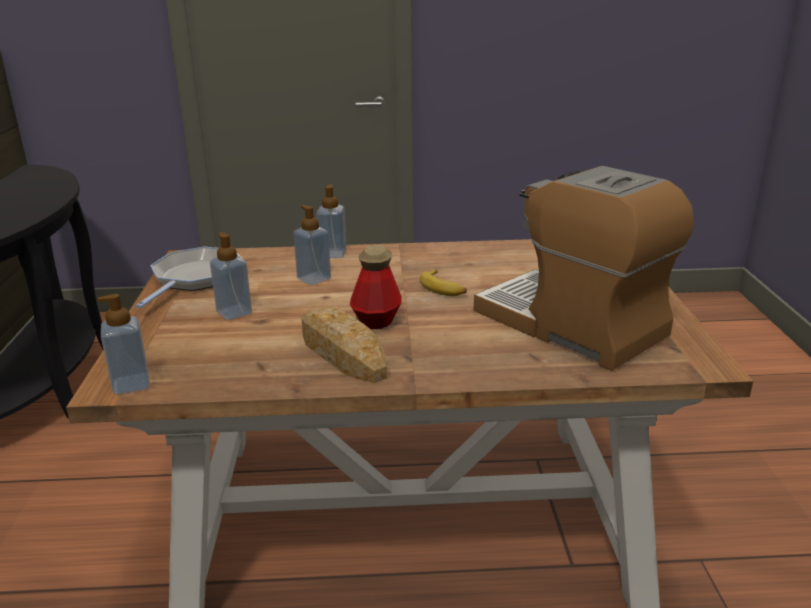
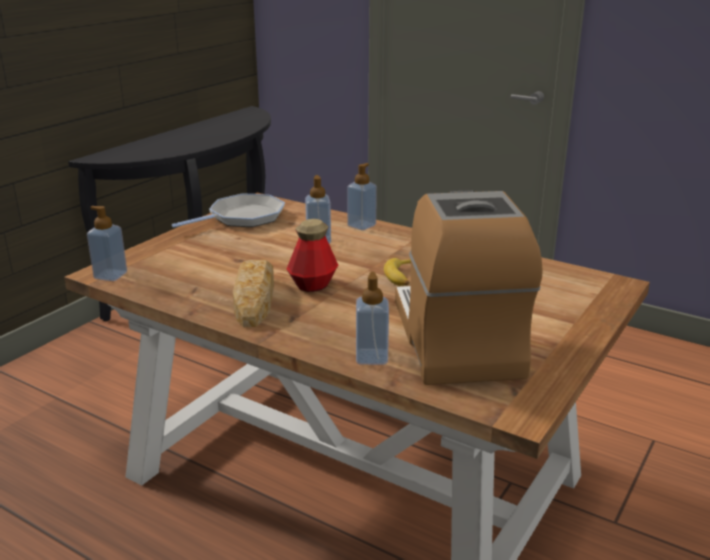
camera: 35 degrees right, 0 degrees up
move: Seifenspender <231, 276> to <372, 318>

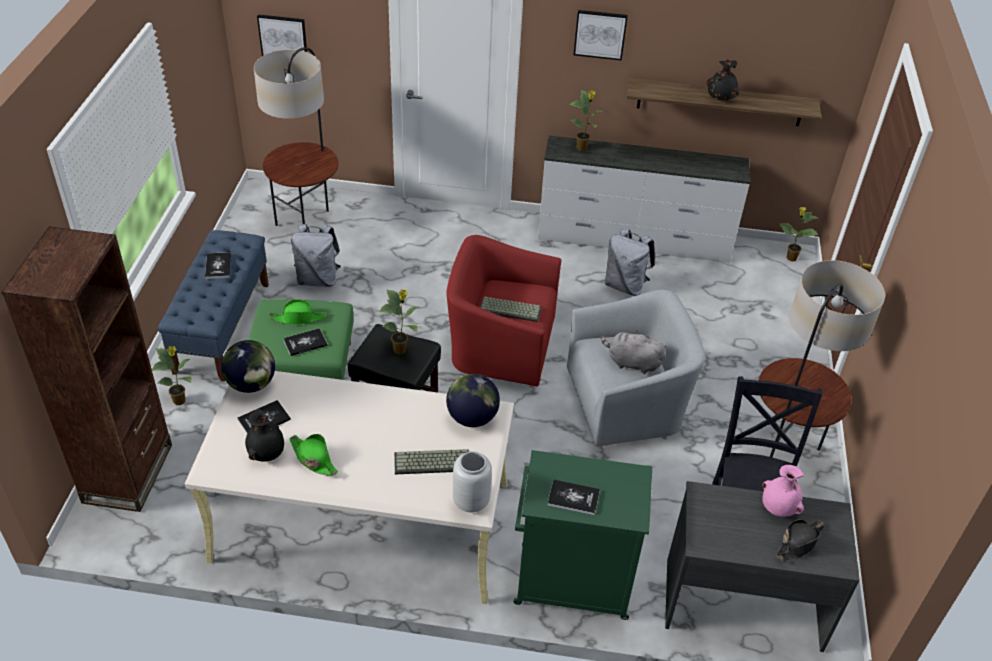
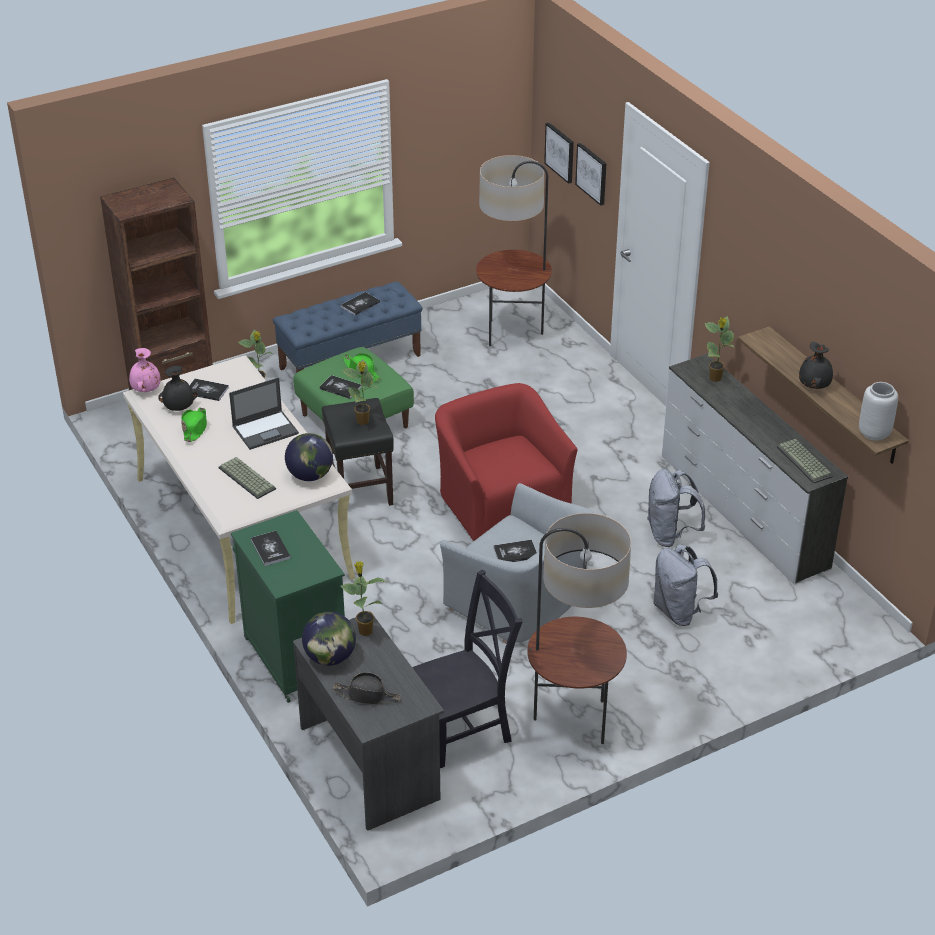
camera: 55 degrees right, 5 degrees down
insert: Laptop <264, 413>
move: Globus <248, 366> to <329, 639>; Rucksack [grau] <316, 255> to <686, 585>; Vase [grau] <472, 481> to <878, 411>; Tastatur <511, 309> to <805, 461>; Bild <601, 35> to <590, 174>; Vase [rosa] <783, 491> to <144, 370>; Topfpflanze <799, 234> to <363, 598>
replace: Plüschtier [grau] <634, 352> to Buch <515, 551>

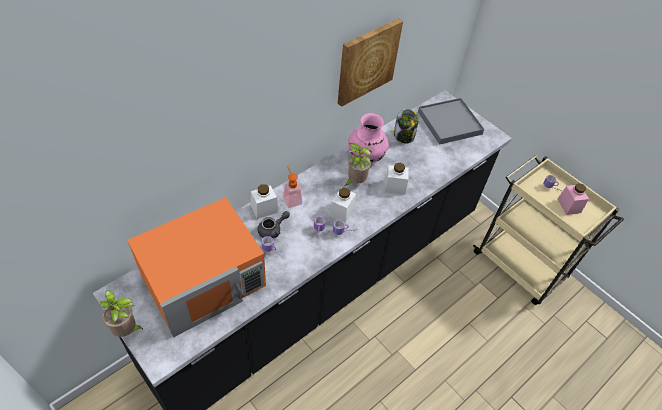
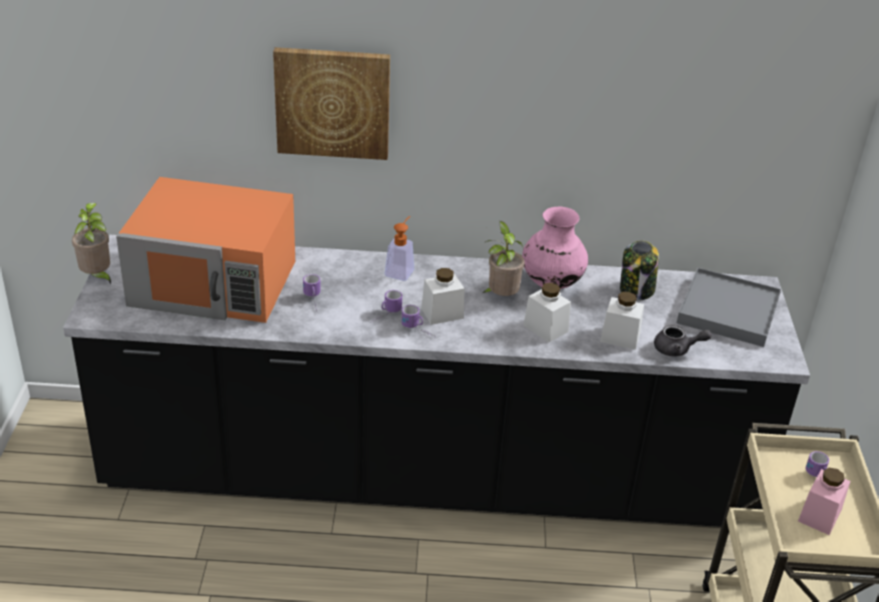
camera: 45 degrees right, 15 degrees down
move: Vorratsglas [weiß] <264, 201> to <622, 321>; Teekanne [grau] <274, 224> to <683, 340>; Bild <370, 62> to <331, 103>

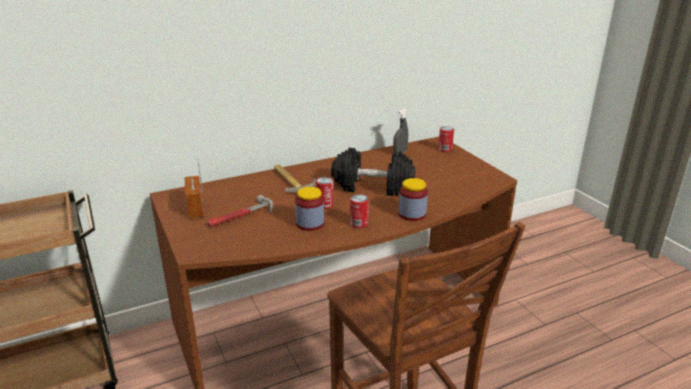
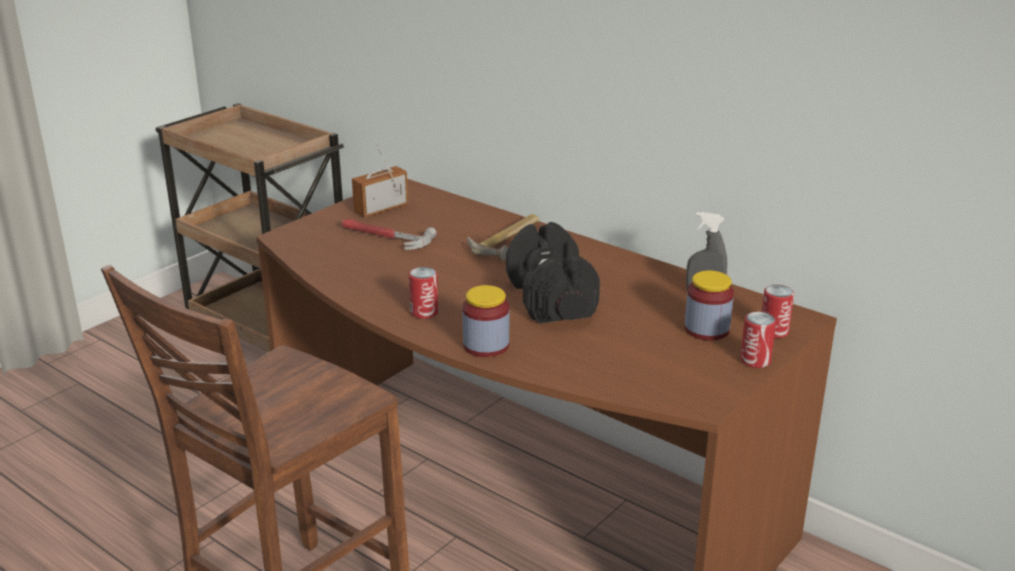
camera: 65 degrees right, 0 degrees up
move: Vorratsglas <309, 209> to <709, 305>; Dose <325, 193> to <758, 340>

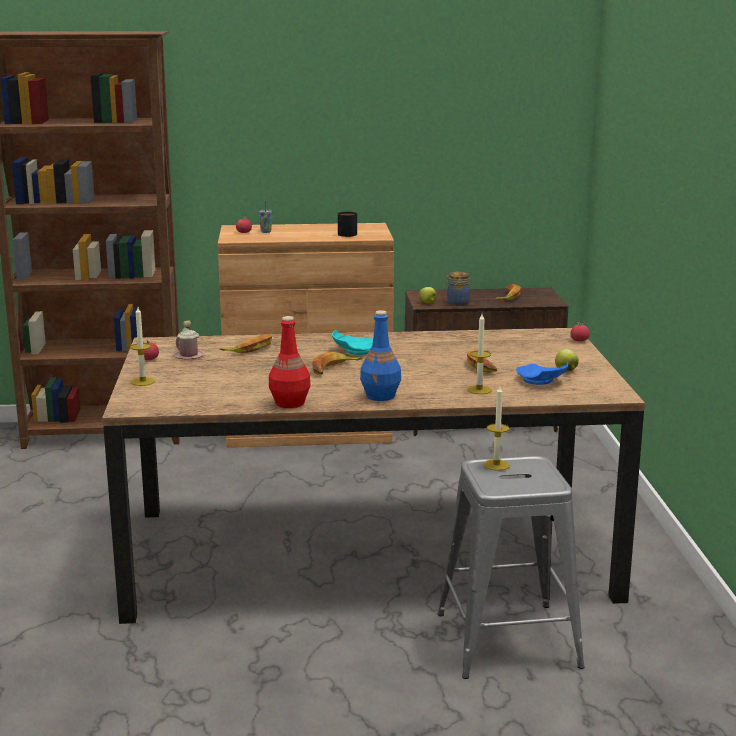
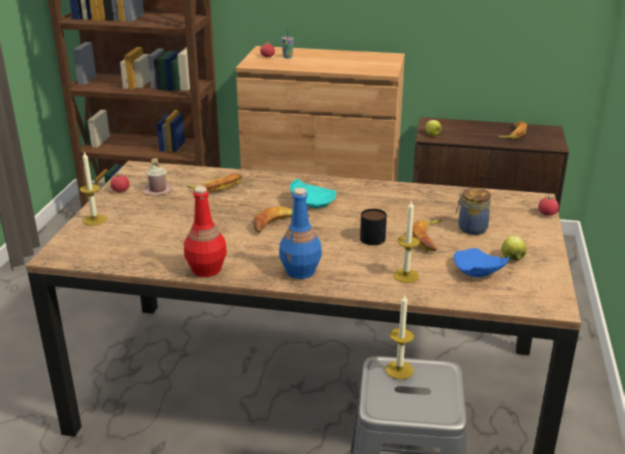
camera: 15 degrees right, 10 degrees up
move: Henkelbecher <347, 224> to <373, 227>; Vorratsglas <457, 289> to <473, 211>

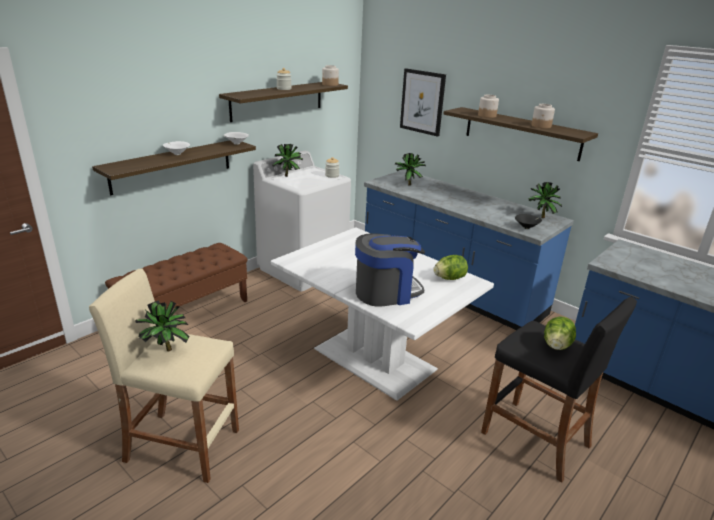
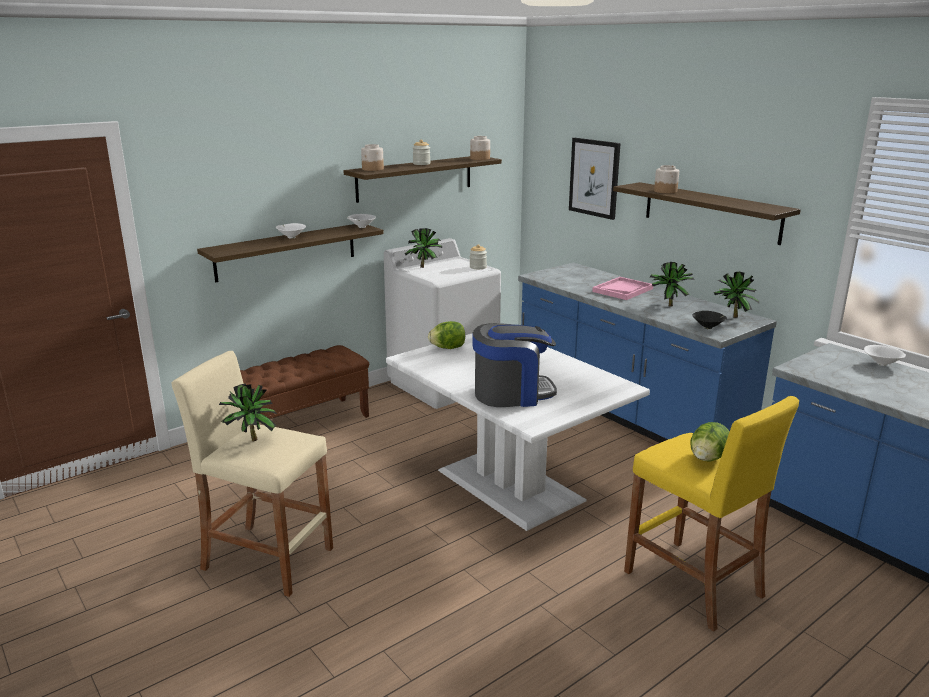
camera: 10 degrees right, 5 degrees down
insert: Tablett [rosa] <622, 288>; Schüssel [weiß] <885, 355>
move: Topfpflanze <410, 169> to <672, 284>; Salatkopf <450, 267> to <446, 335>; Vorratsglas <543, 116> to <372, 157>
recolor: Hocker [schwarz] <559, 390> to Hocker [gelb] <711, 514>

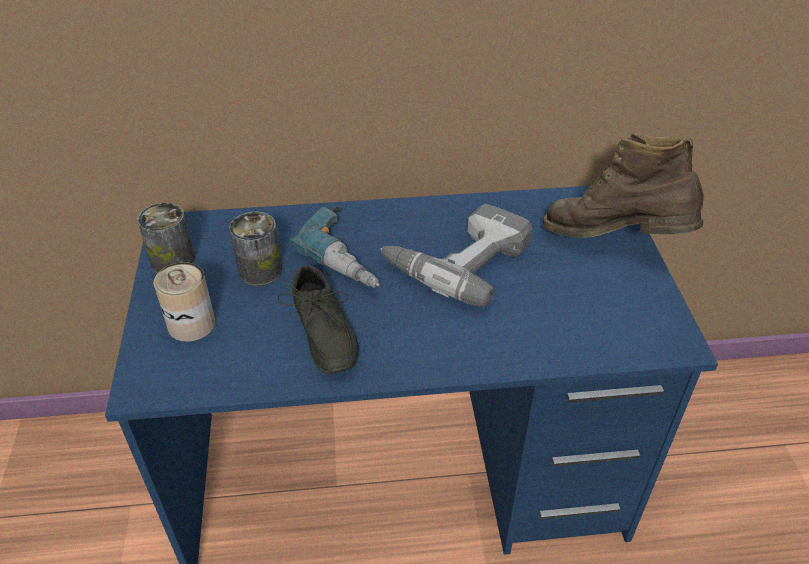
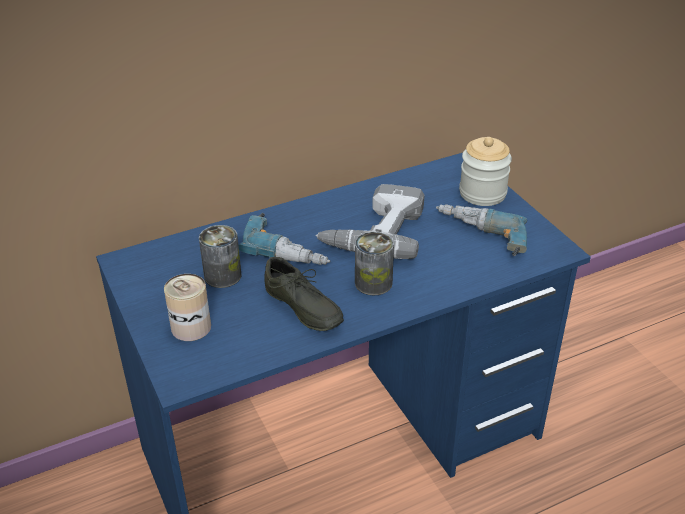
camera: 20 degrees left, 5 degrees down
insert: Bohrmaschine <481, 230>
move: Dose <166, 238> to <374, 264>
replace: Stiefel [braun] <623, 185> to Vorratsglas <485, 171>

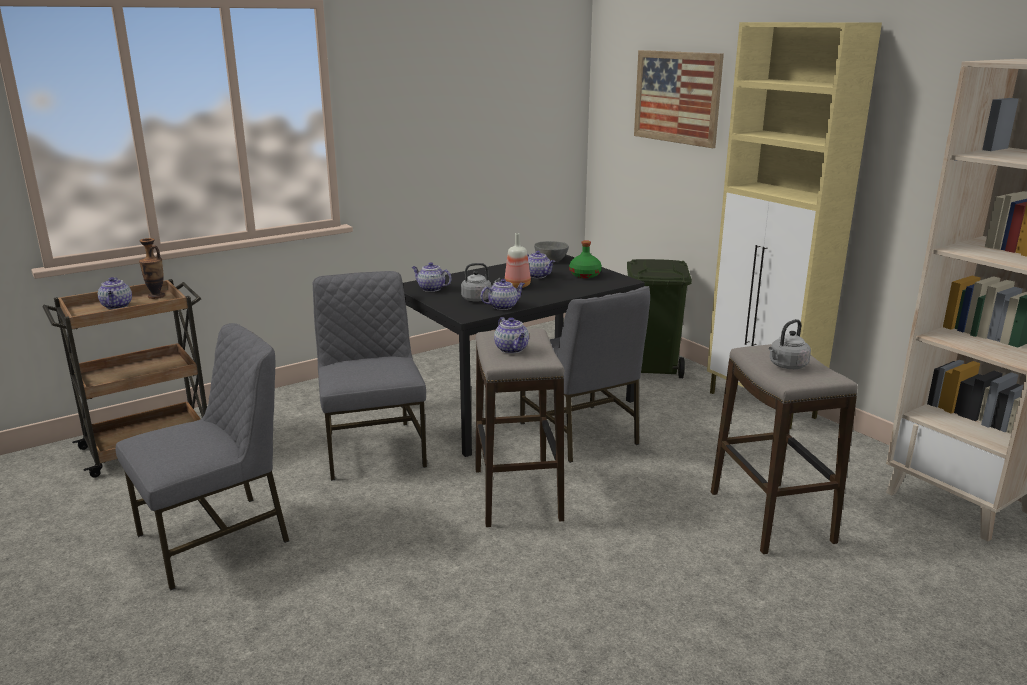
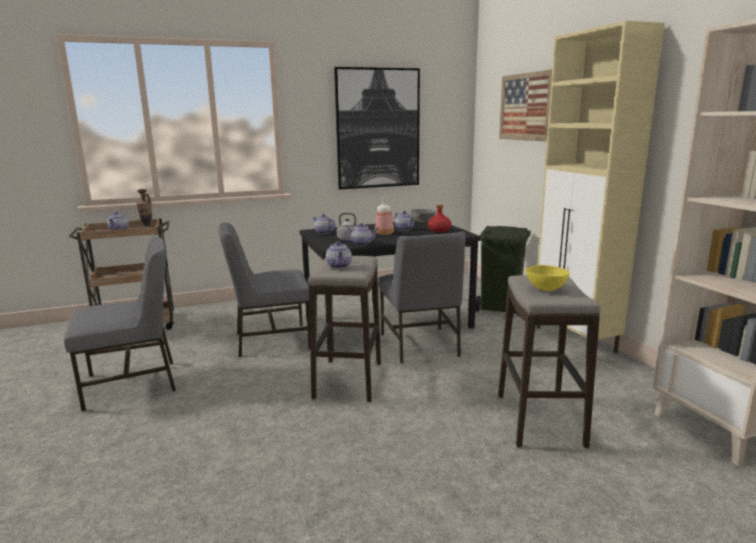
camera: 15 degrees right, 5 degrees down
insert: Bild <377, 128>
replace: Wasserkessel [grau] <790, 344> to Schüssel [gelb] <547, 278>
recolor: Flasche [grün] <585, 259> to Flasche [rot] <439, 218>
rotate: Stuhl [grau] <370, 376> = <264, 289> 105 degrees counterclockwise

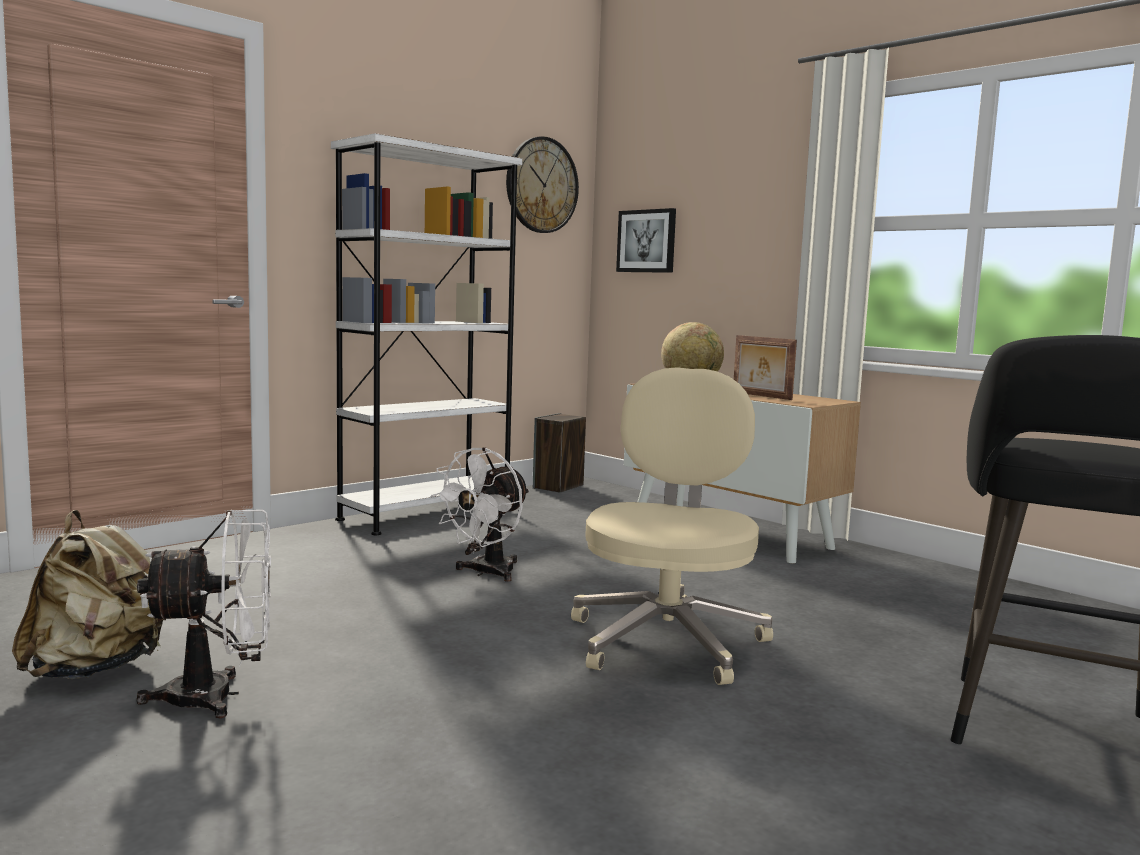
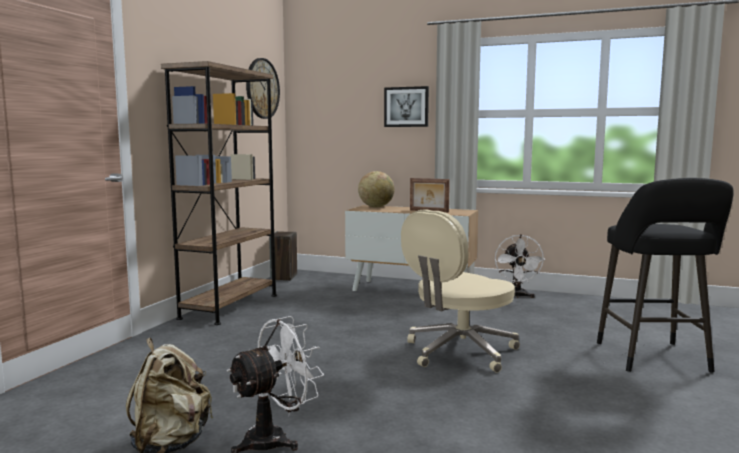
camera: 25 degrees left, 0 degrees up
move: Ventilator [weiß] <480, 514> to <520, 266>; Bild <646, 240> to <406, 106>
recolor: Bücherregal [weiß] <426, 334> to Bücherregal [braun] <219, 193>
rotate: Bürostuhl [beige] <672, 526> = <460, 291> 120 degrees counterclockwise

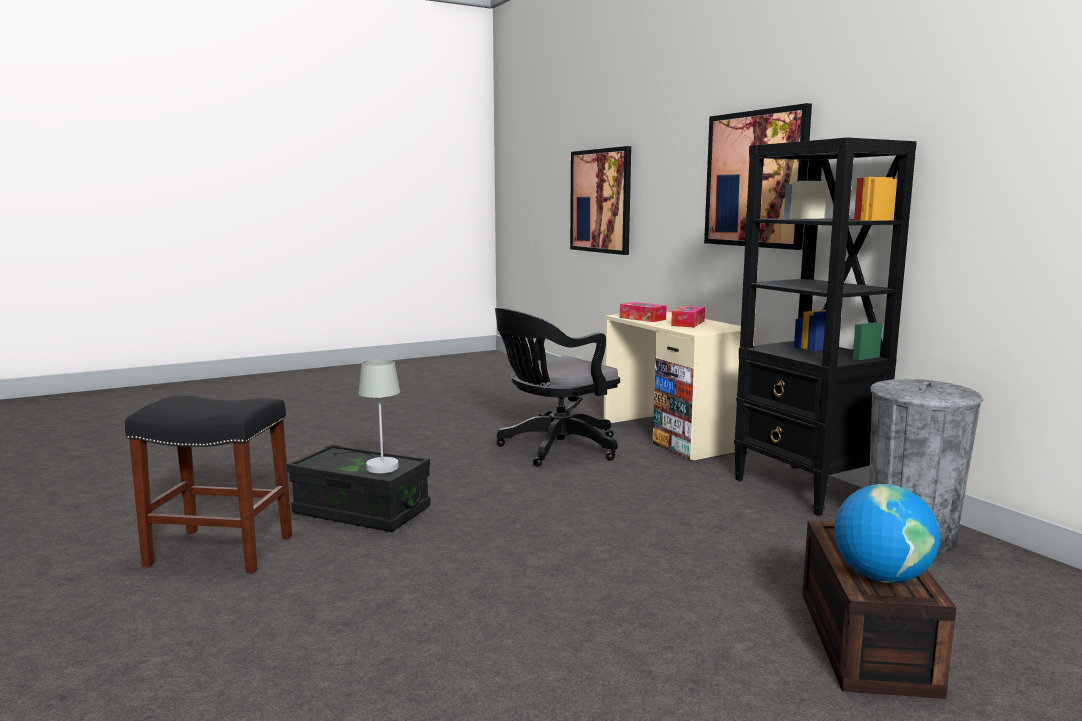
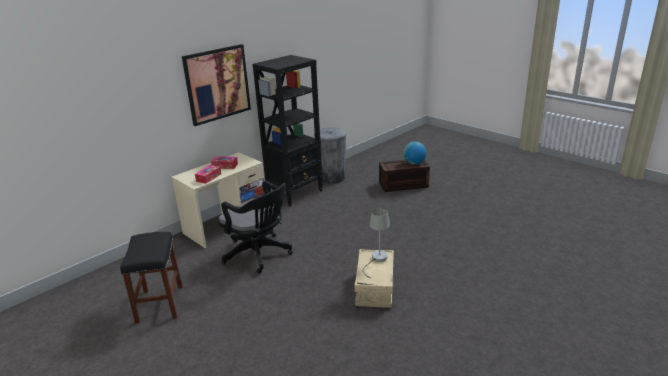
camera: 105 degrees left, 15 degrees up
delete: Bild <600, 200>
move: Hocker [schwarz] <208, 485> to <151, 278>
recolor: Aufbewahrungsbox [schwarz] <359, 488> to Aufbewahrungsbox [beige] <374, 278>

